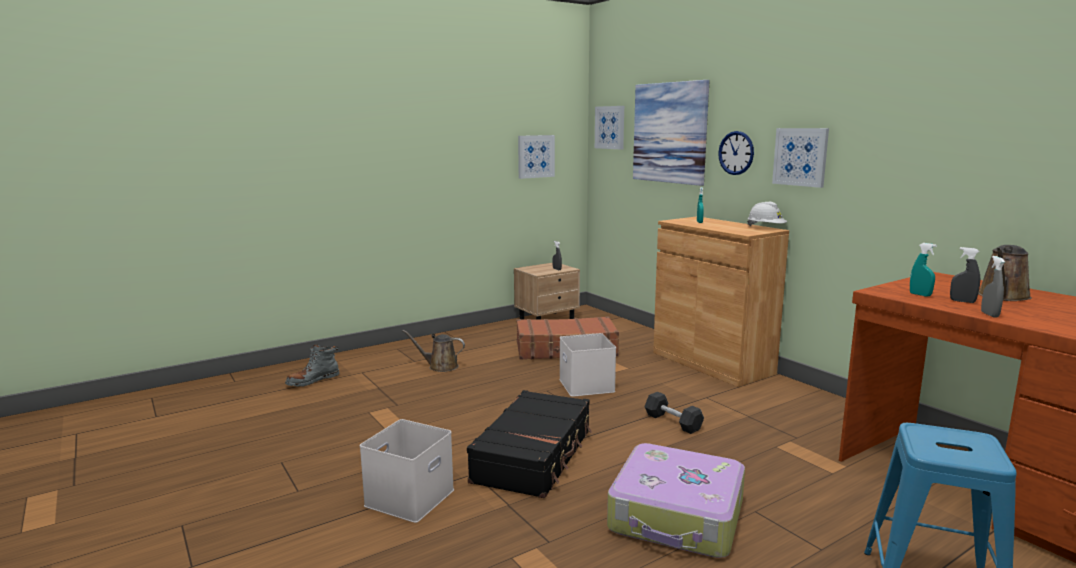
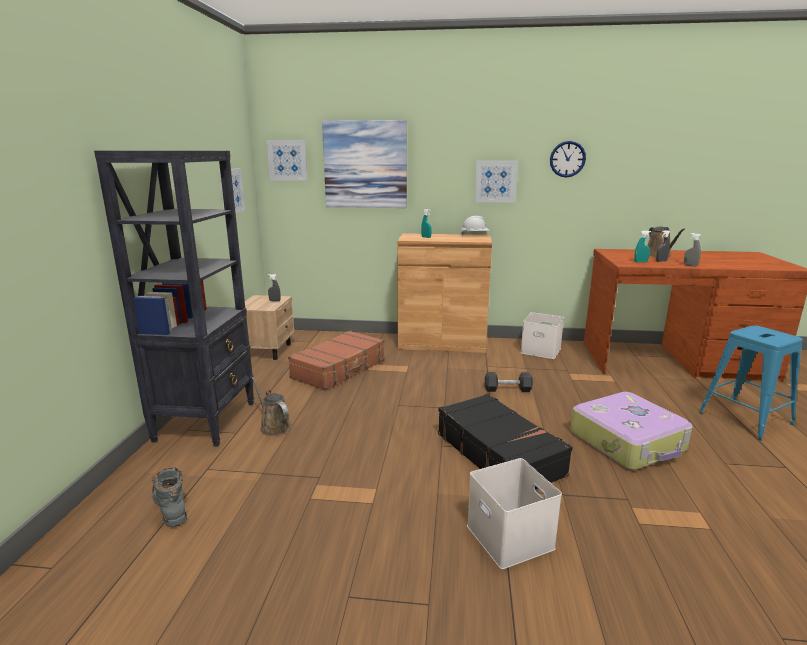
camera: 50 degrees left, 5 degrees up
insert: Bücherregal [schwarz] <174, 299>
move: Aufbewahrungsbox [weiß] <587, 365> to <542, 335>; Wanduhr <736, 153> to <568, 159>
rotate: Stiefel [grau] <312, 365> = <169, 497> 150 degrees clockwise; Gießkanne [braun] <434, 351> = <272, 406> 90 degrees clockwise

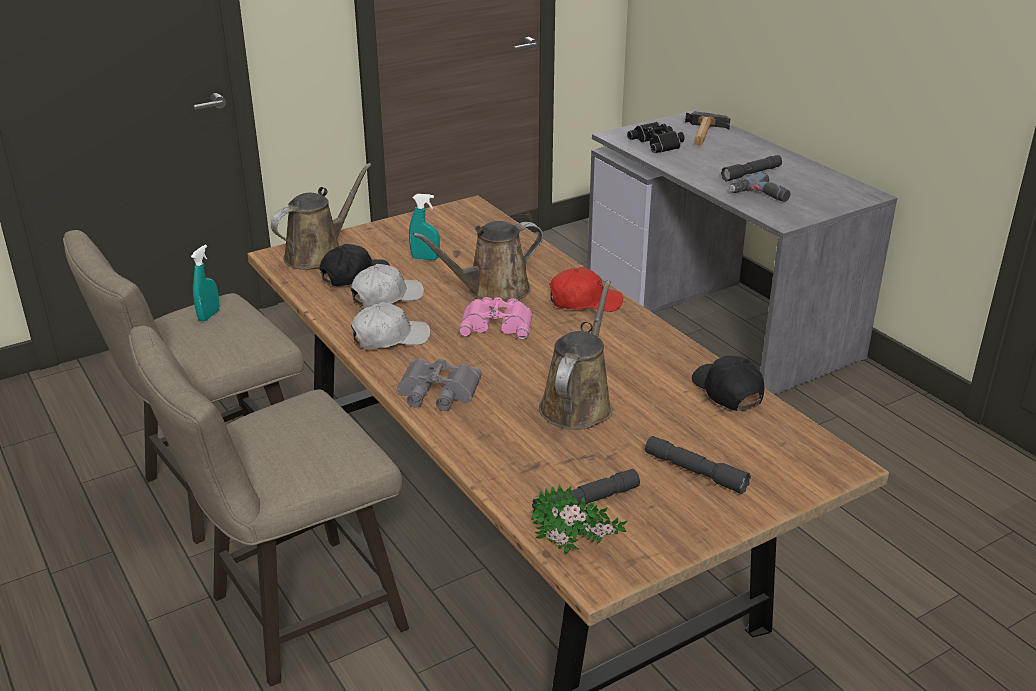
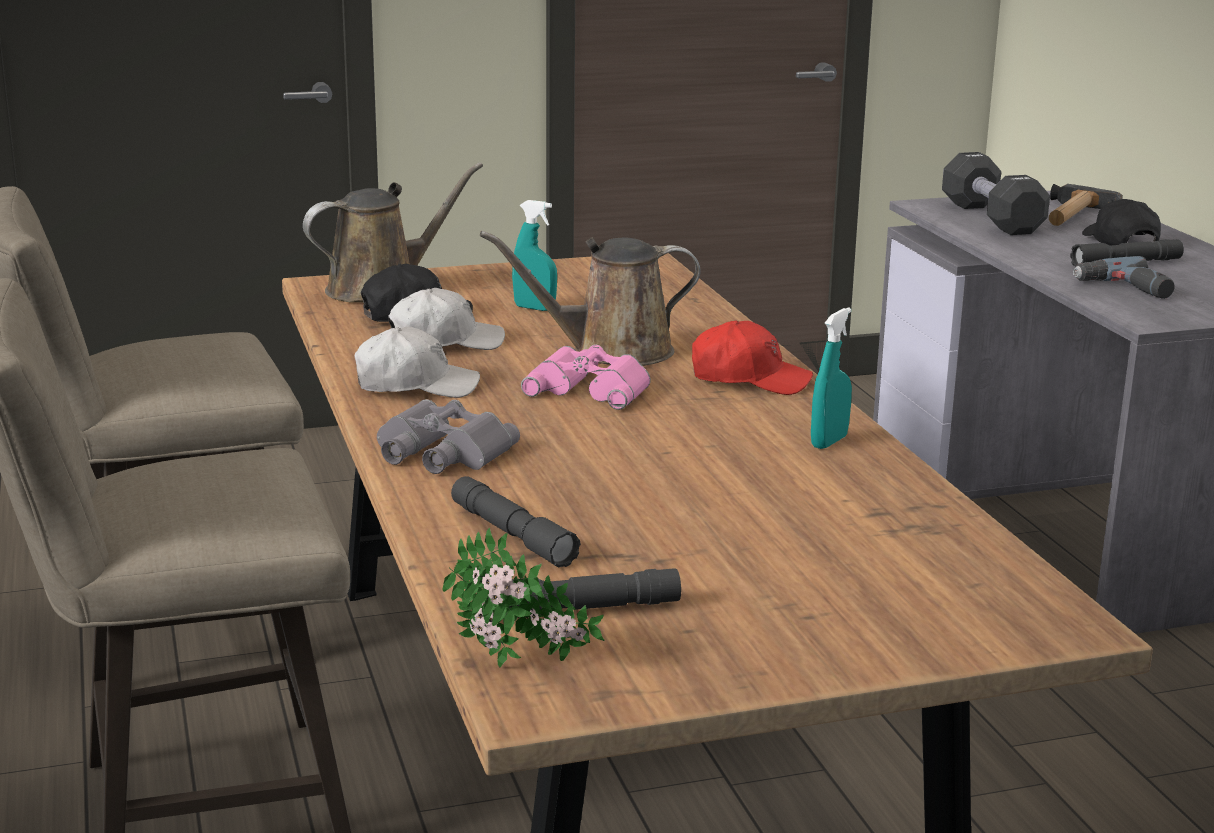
camera: 15 degrees right, 10 degrees down
delete: Gießkanne [braun] <576, 355>
move: Sprühflasche [türkis] <205, 283> to <831, 378>; Taschenlampe [grau] <698, 465> to <516, 522>; Kappe [schwarz] <728, 383> to <1121, 222>
replace: Fernglas [schwarz] <655, 137> to Hantel [schwarz] <996, 193>

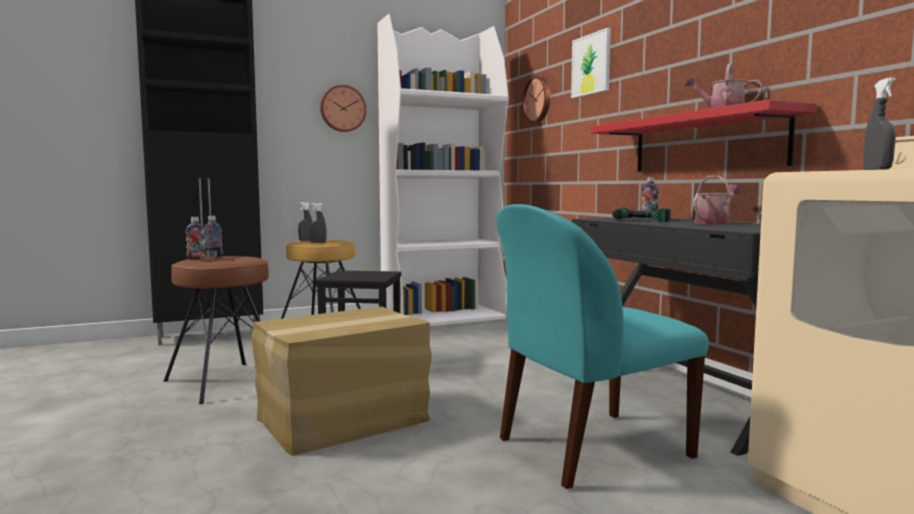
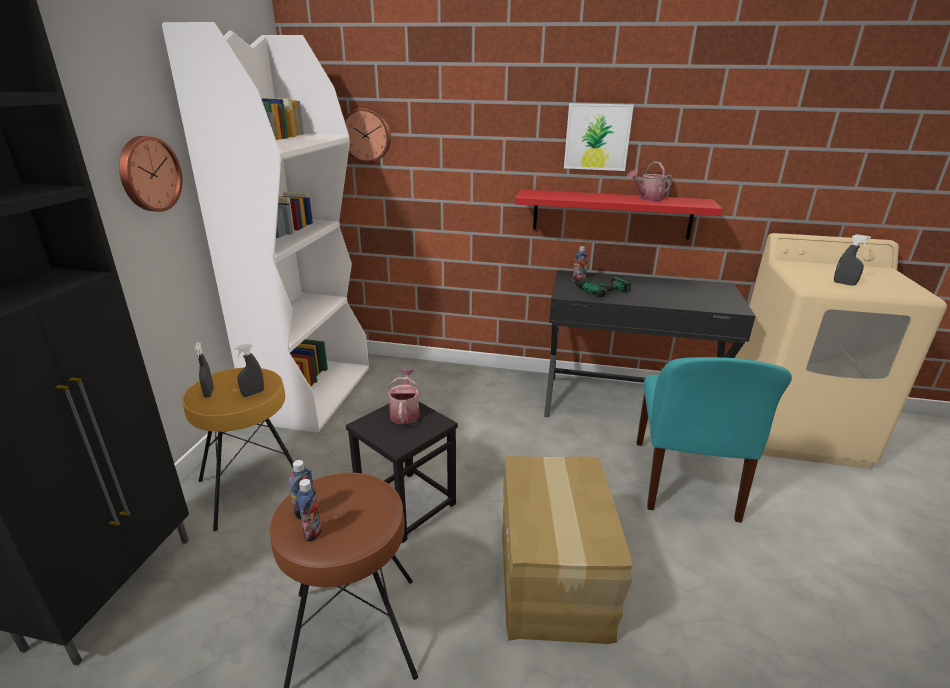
camera: 55 degrees left, 20 degrees up
move: Bild <591, 62> to <599, 137>; Gießkanne <717, 200> to <403, 396>

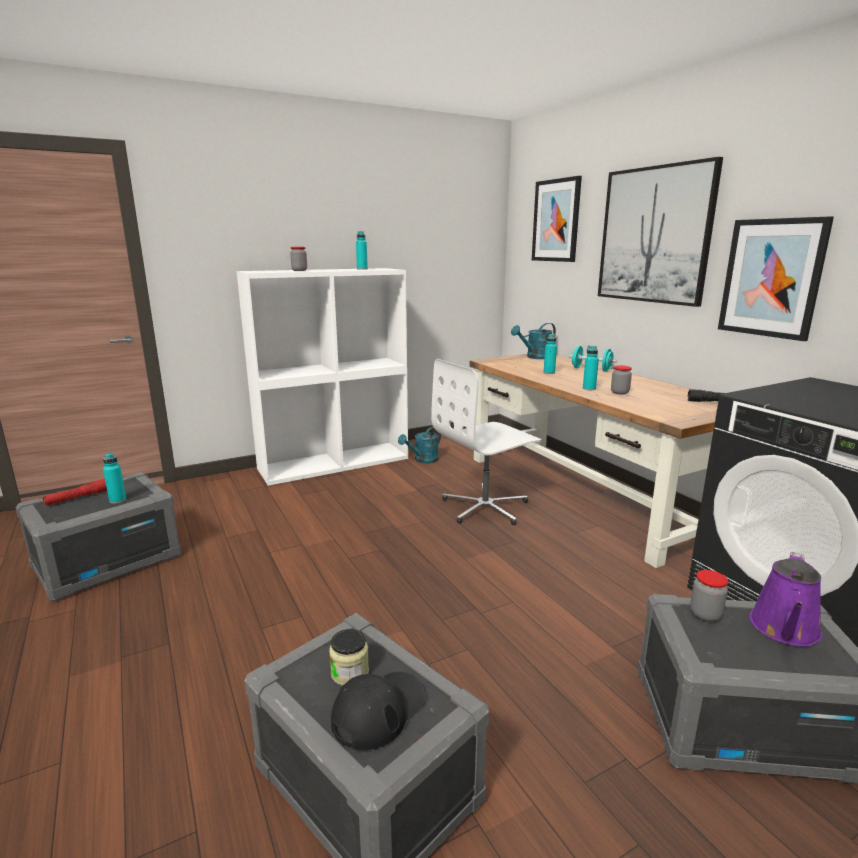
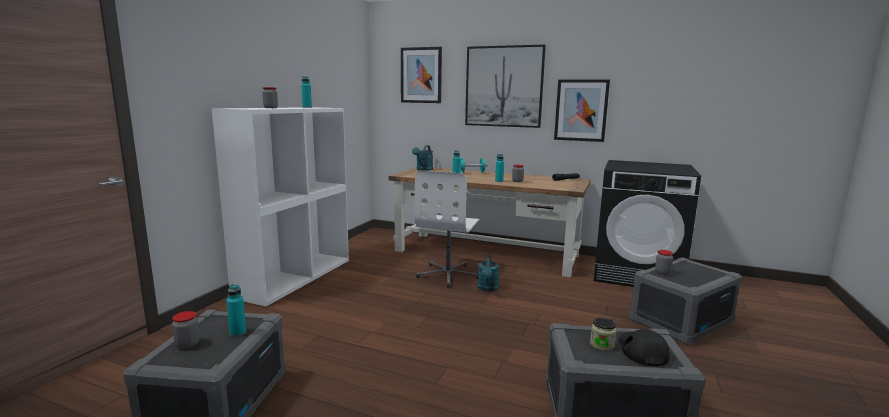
camera: 40 degrees left, 5 degrees down
delete: Gießkanne [lila] <785, 599>
move: Gießkanne [türkis] <419, 444> to <488, 273>
replace: Taschenlampe [rot] <74, 492> to Vorratsglas <186, 330>

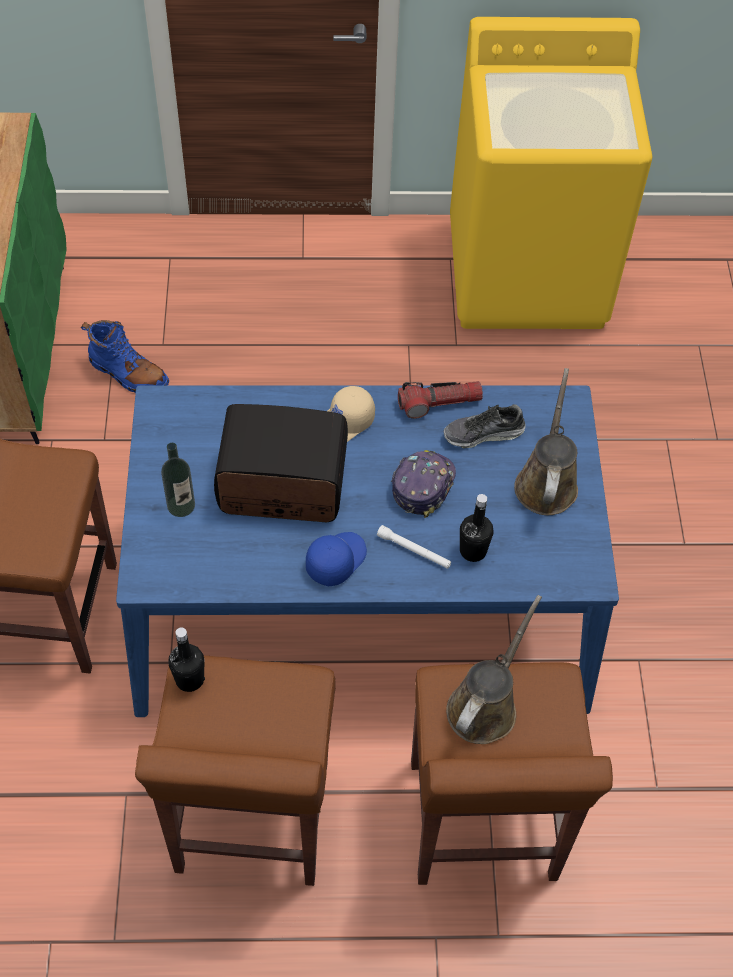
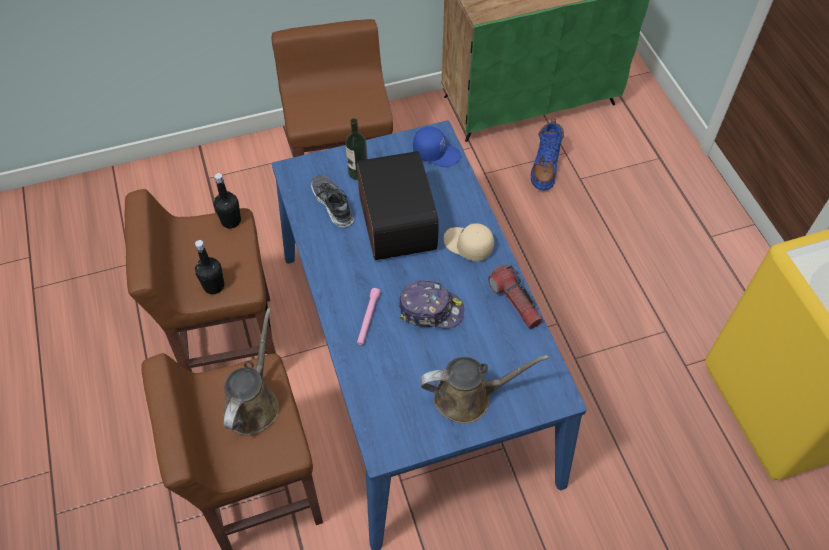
camera: 75 degrees right, 0 degrees up
move: Kappe [blau] <336, 559> to <437, 146>; Schuh <485, 426> to <332, 201>; Flasche [schwarz] <477, 528> to <209, 267>
recolor: Taschenlampe [weiß] <414, 546> to Taschenlampe [rosa] <369, 316>
rotate: Gießkanne [braun] <494, 669> = <251, 371> 90 degrees counterclockwise

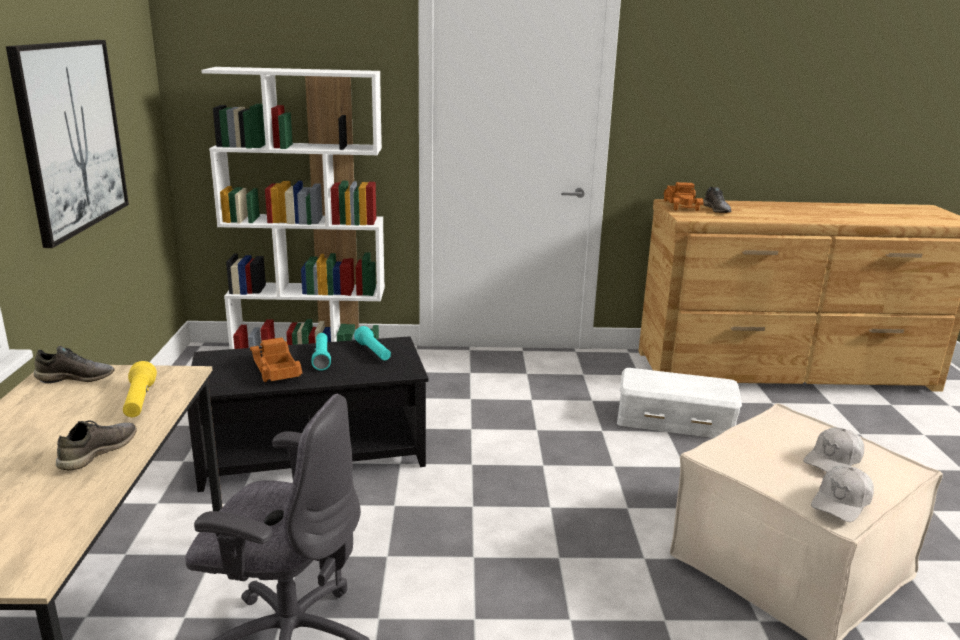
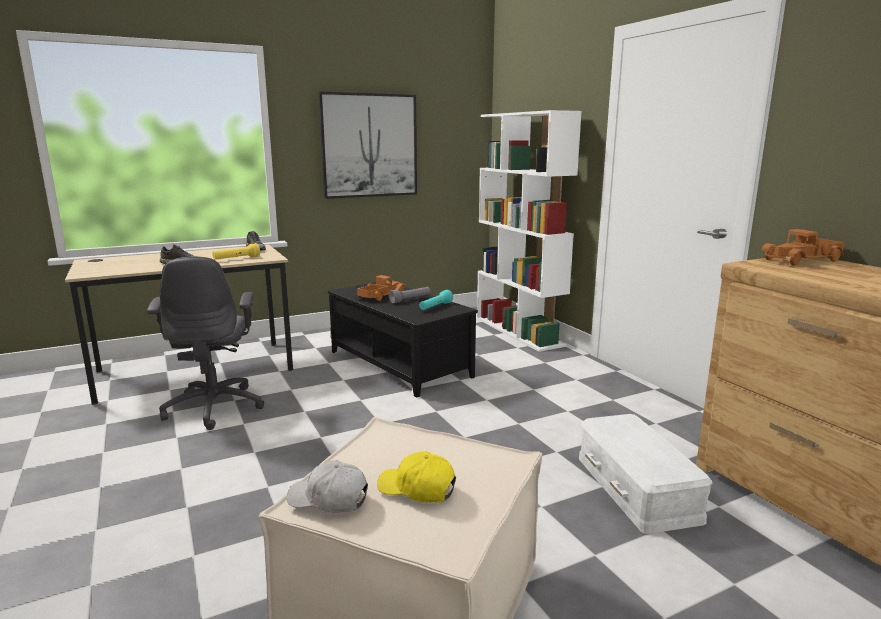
camera: 65 degrees right, 5 degrees down
delete: Schuh [grau] <717, 200>
recolor: Taschenlampe [türkis] <321, 352> to Taschenlampe [grau] <409, 295>; Kappe [weiß] <833, 449> to Kappe [gelb] <416, 477>

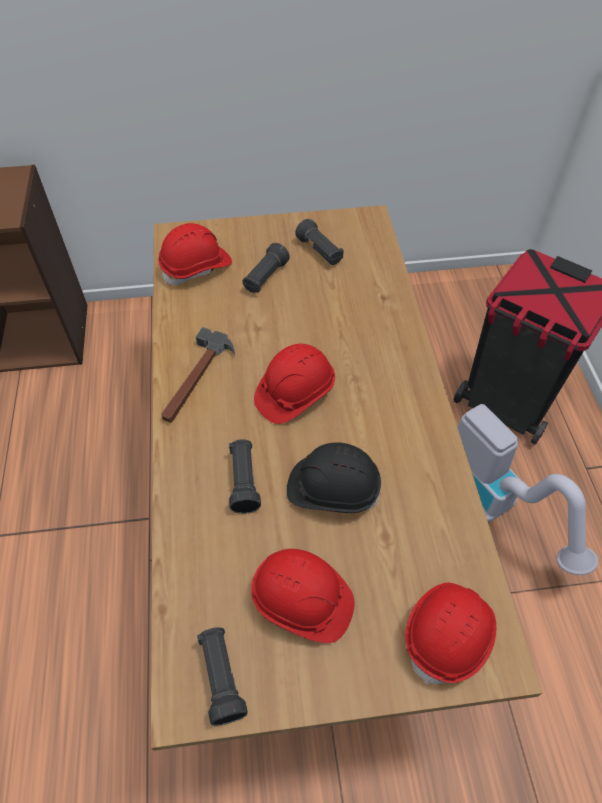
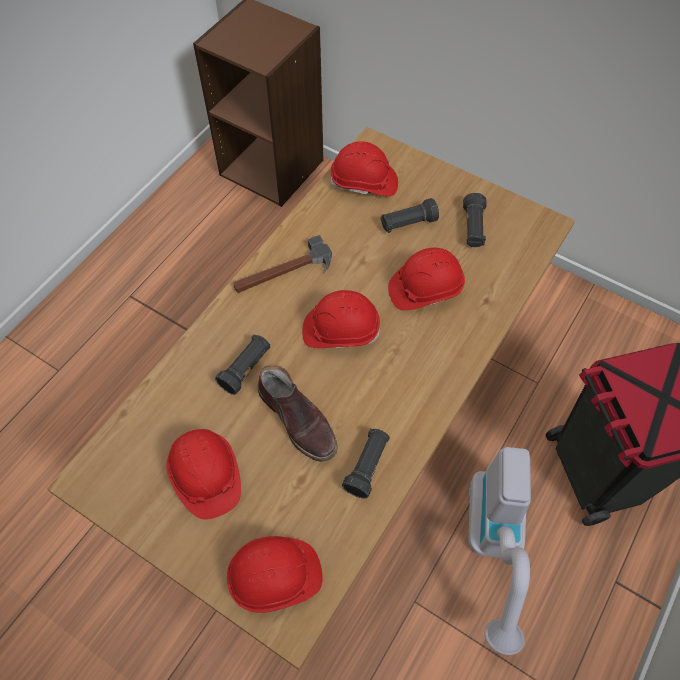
camera: 40 degrees right, 5 degrees up
insert: Schutzhelm [rot] <426, 279>
move: Taschenlampe [schwarz] <222, 676> to <366, 463>
replace: Schutzhelm [schwarz] <334, 477> to Stiefel [braun] <298, 413>

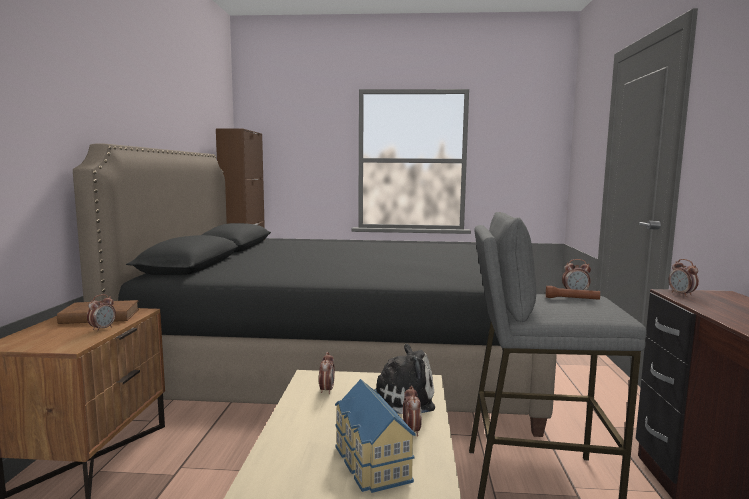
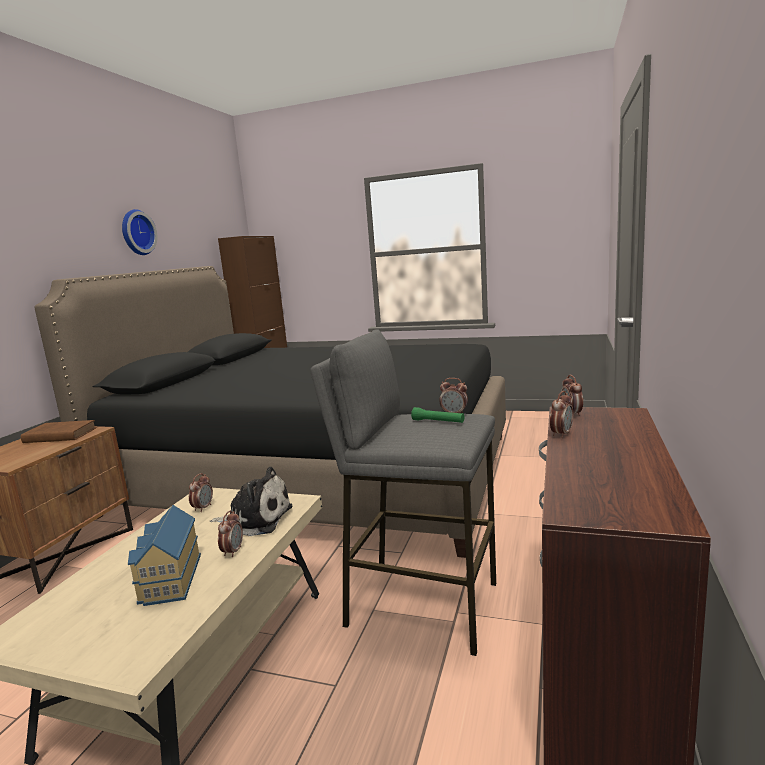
camera: 15 degrees right, 5 degrees up
insert: Wanduhr <139, 232>
move: Wecker <101, 313> to <562, 414>
recolor: Taschenlampe [braun] <573, 293> to Taschenlampe [grün] <437, 415>

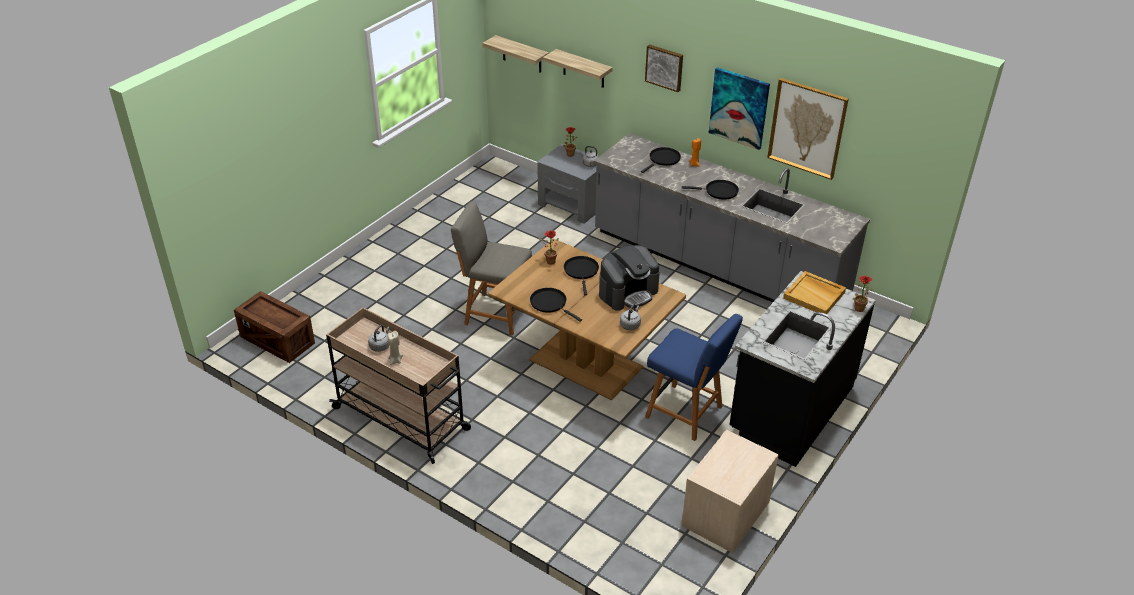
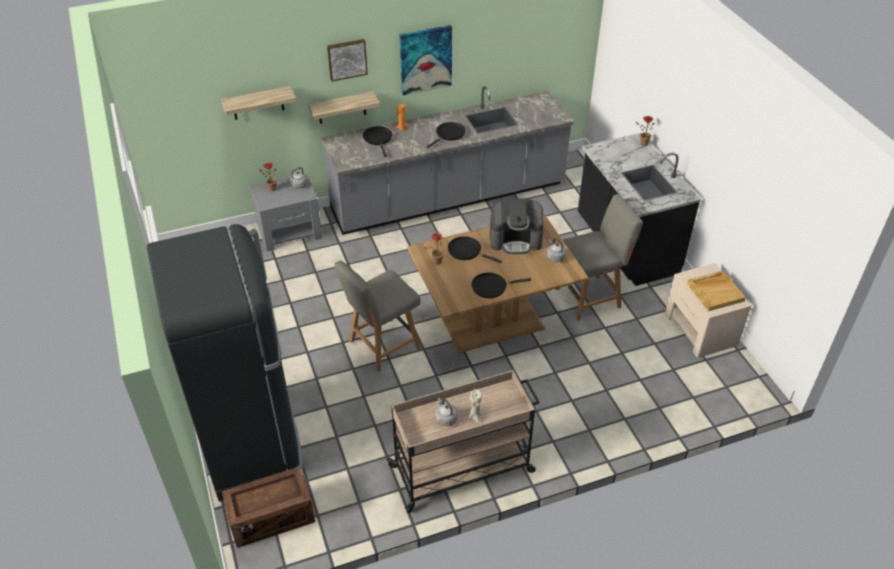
camera: 55 degrees left, 5 degrees up
delete: Bild <808, 129>
insert: Kühlschrank [schwarz] <225, 362>
move: Wandregal <515, 54> to <344, 107>; Tablett [beige] <814, 292> to <716, 291>
recolor: Stuhl [blau] <694, 377> to Stuhl [grau] <599, 257>
rotate: Kaffeemaschine <629, 278> = <517, 226> 90 degrees clockwise

